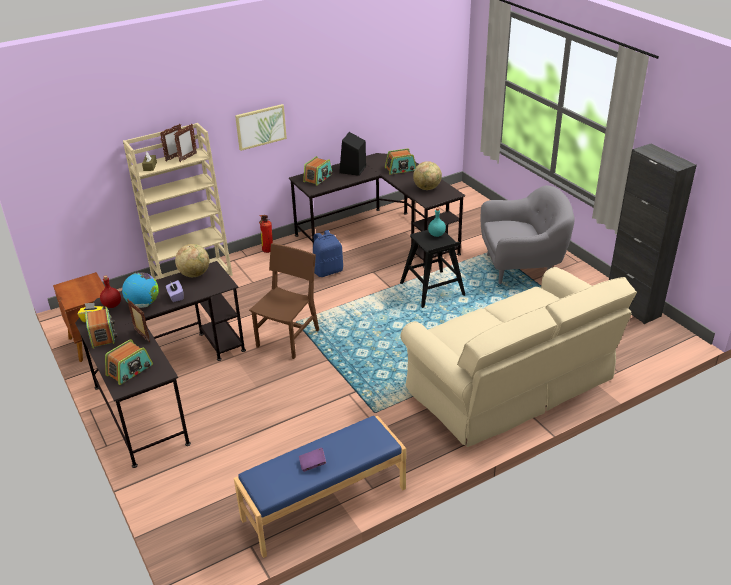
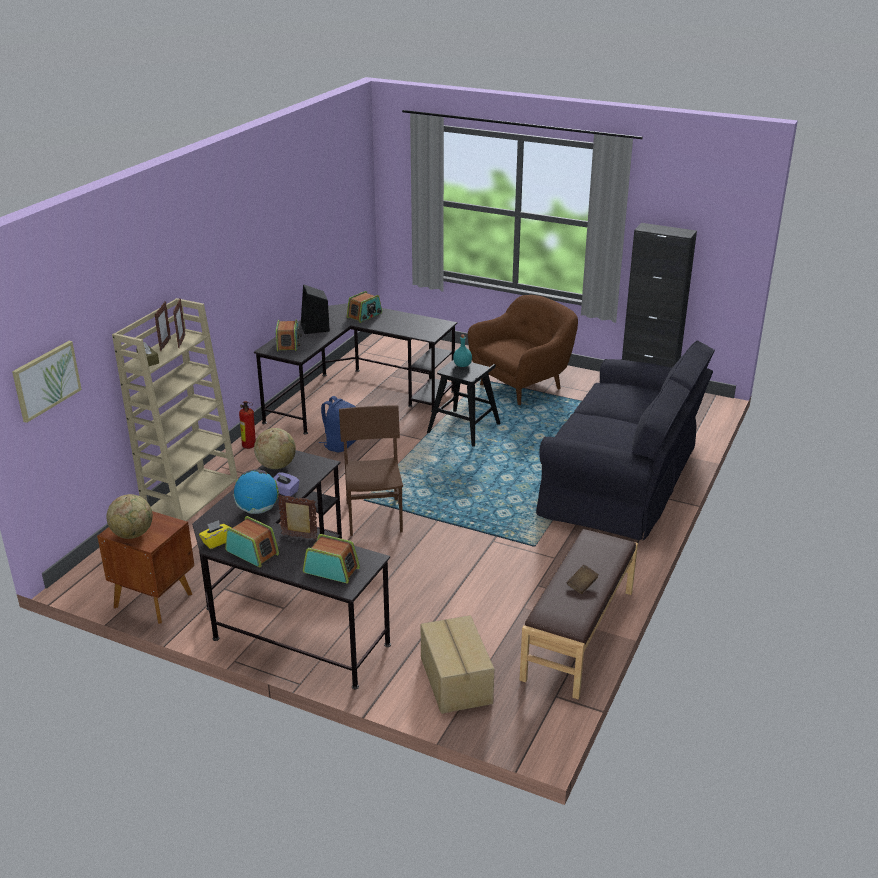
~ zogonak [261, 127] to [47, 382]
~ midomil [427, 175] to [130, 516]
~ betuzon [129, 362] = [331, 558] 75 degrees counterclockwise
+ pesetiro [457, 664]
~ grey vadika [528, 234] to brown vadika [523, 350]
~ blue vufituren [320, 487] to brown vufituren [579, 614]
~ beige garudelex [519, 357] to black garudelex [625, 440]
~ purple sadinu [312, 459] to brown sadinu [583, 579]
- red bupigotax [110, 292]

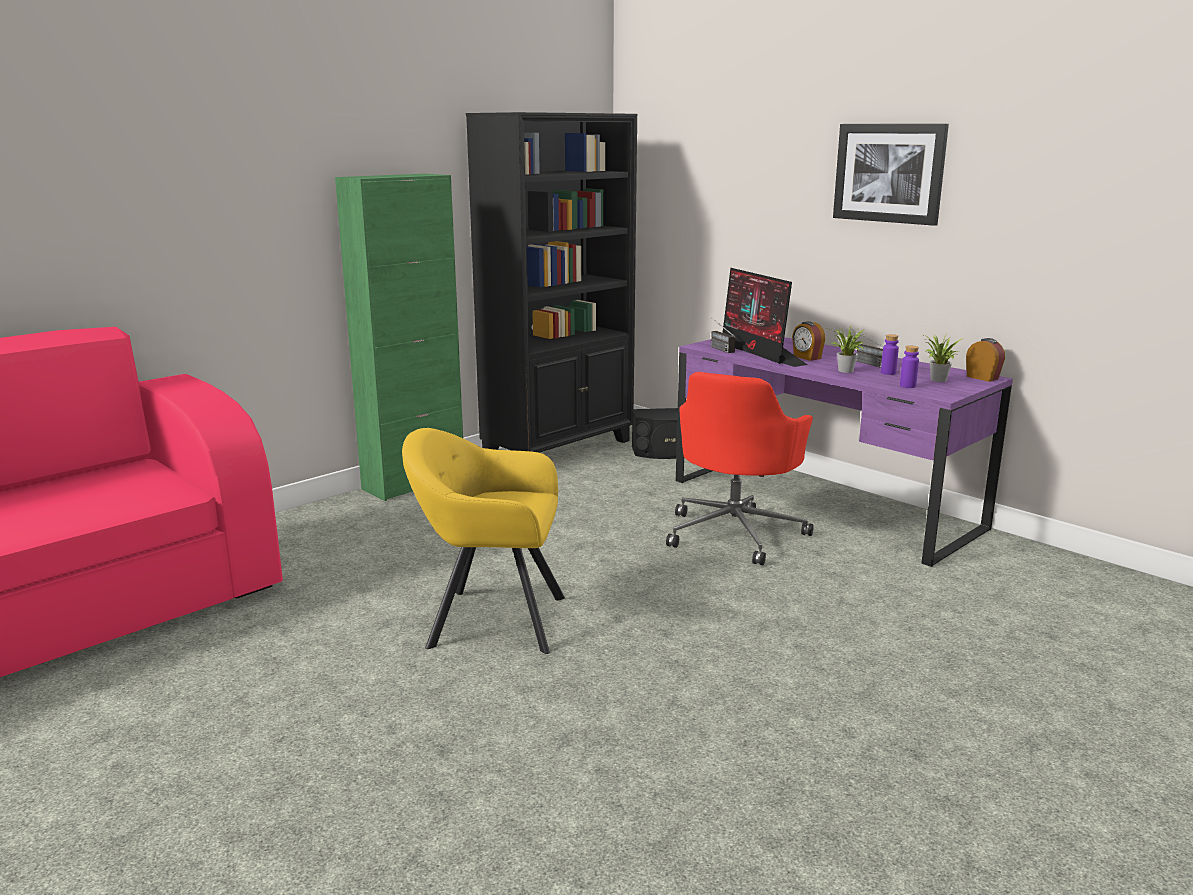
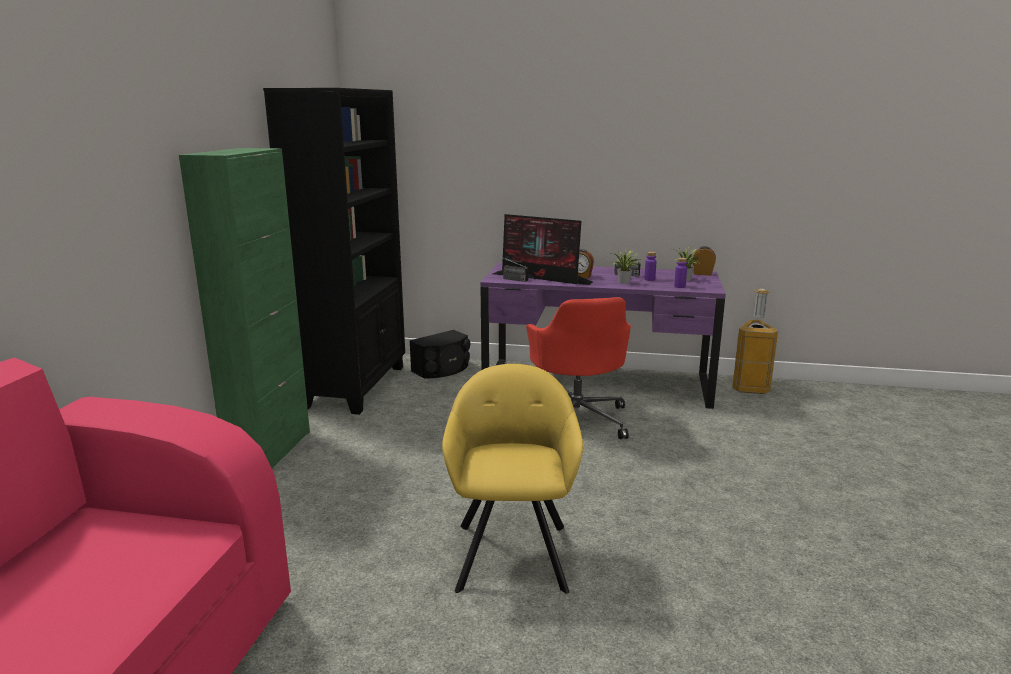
~ yellow vadika [483, 541] = [512, 479] 120 degrees clockwise
+ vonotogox [755, 341]
- zogonak [891, 175]

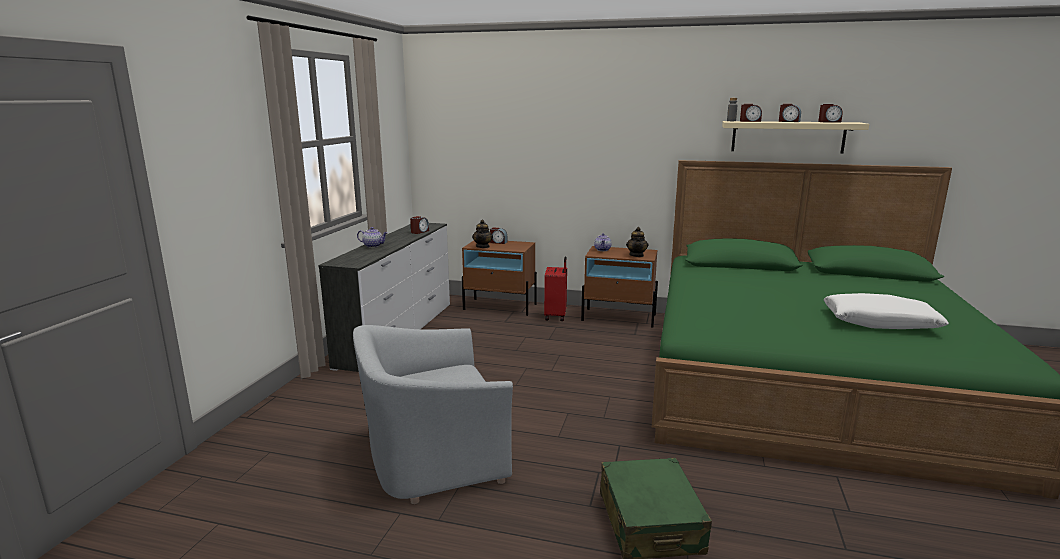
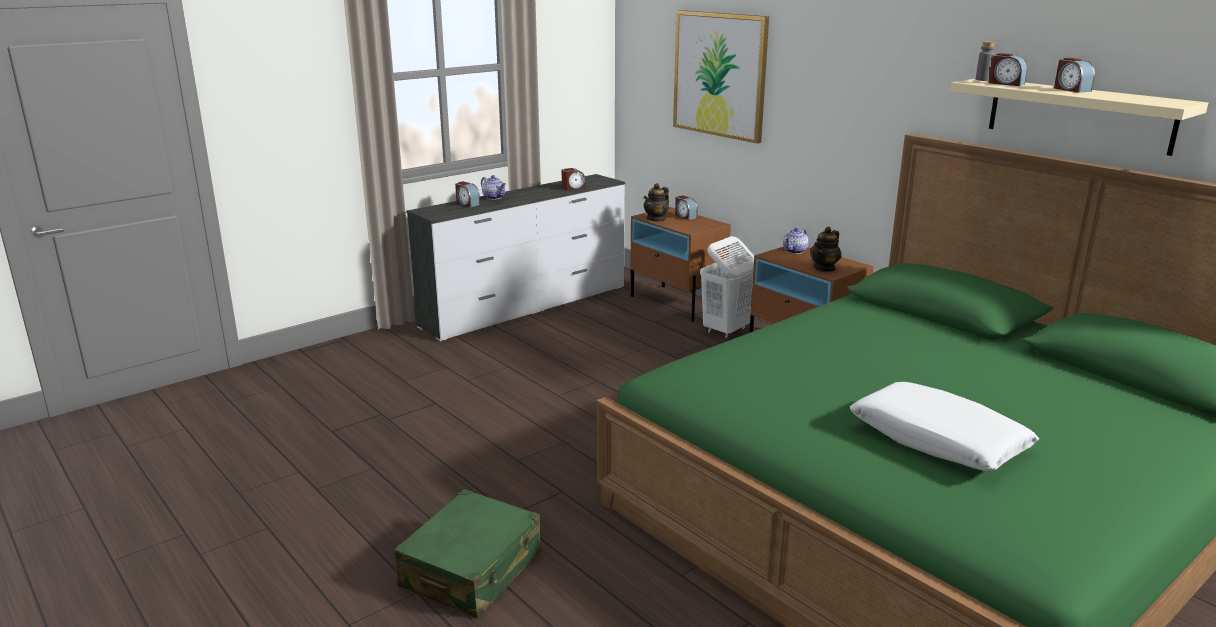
~ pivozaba [830, 113] to [467, 194]
+ zogonak [721, 77]
~ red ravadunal [555, 289] to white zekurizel [727, 287]
- grey vadika [433, 414]

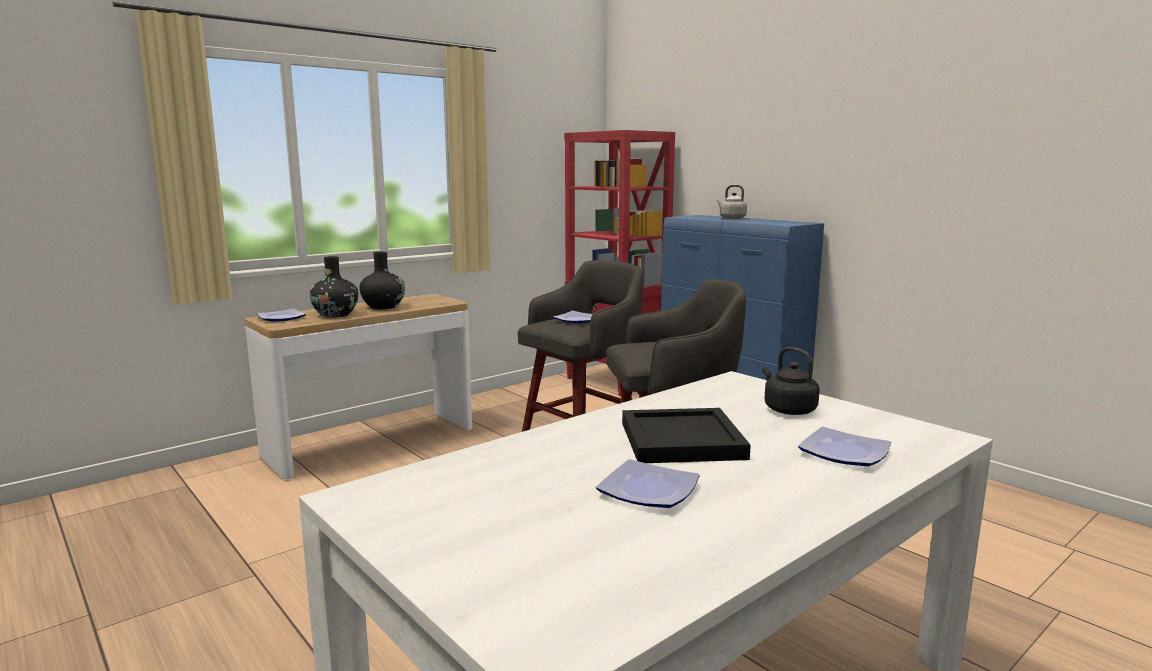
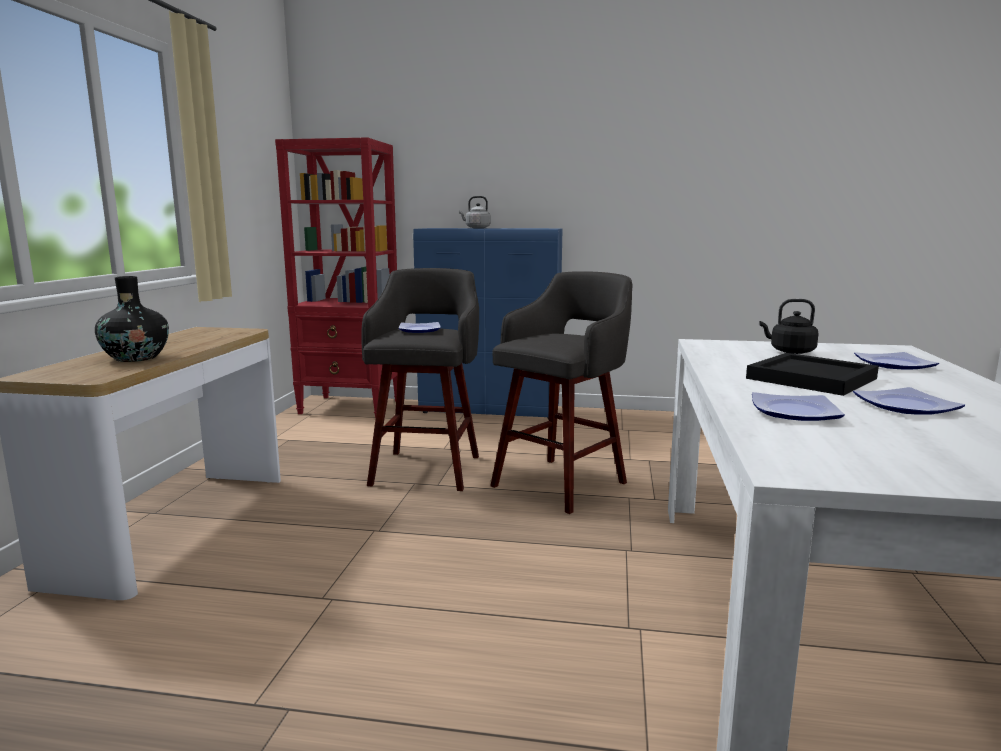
~ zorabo [281, 315] to [798, 406]
- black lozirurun [382, 281]

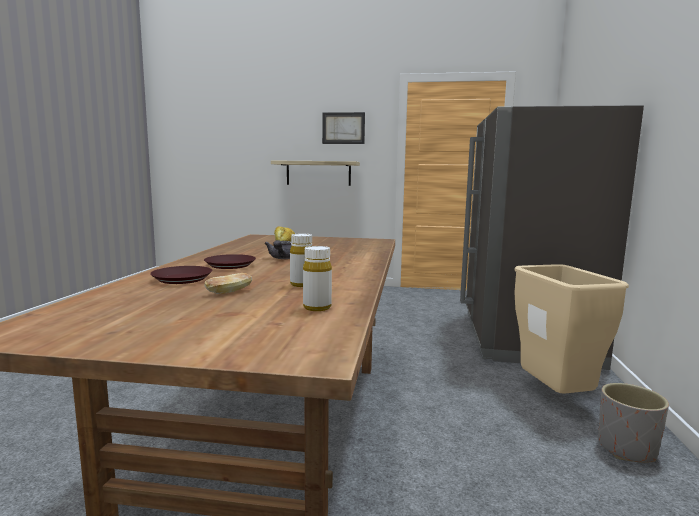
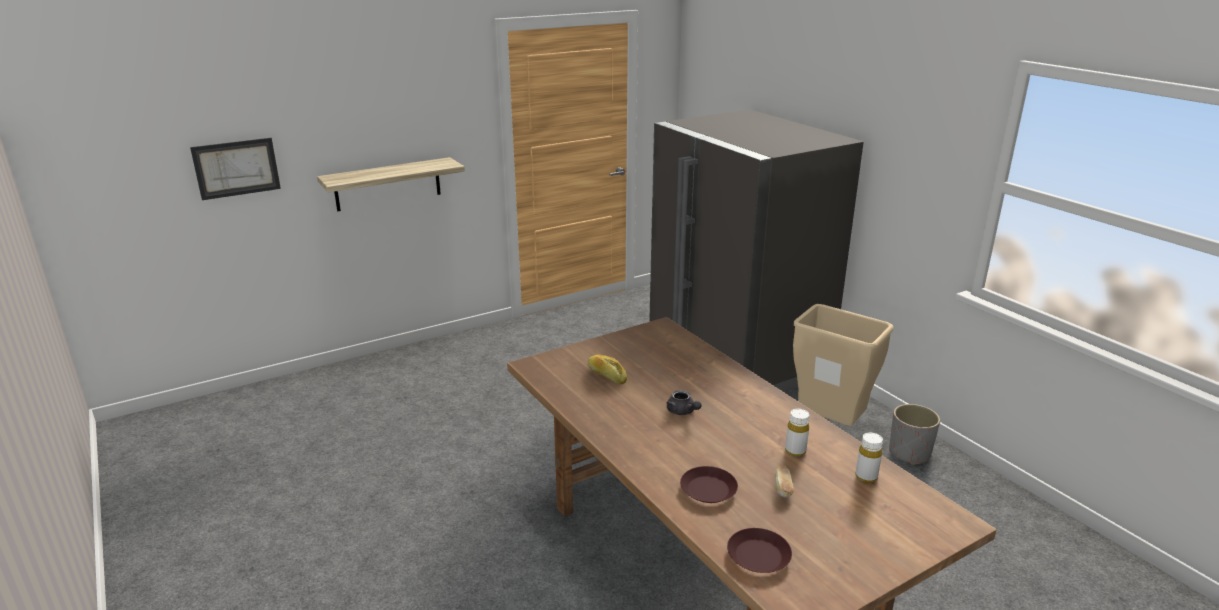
~ zogonak [343, 128] to [235, 169]
~ brown zorabo [230, 261] to [759, 550]

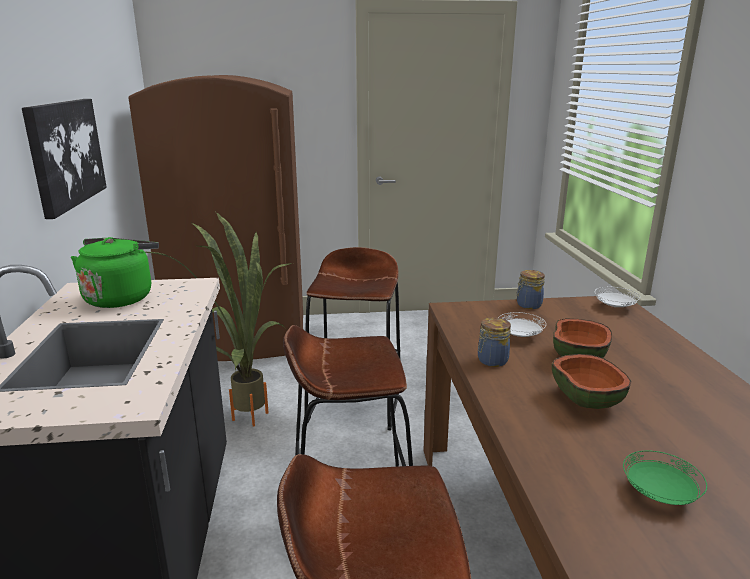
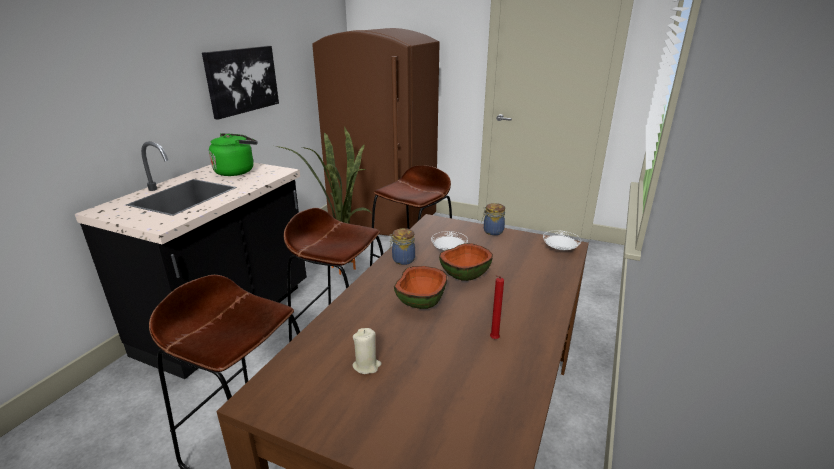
~ green zorabo [665, 478] to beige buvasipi [367, 351]
+ red buvasipi [497, 307]

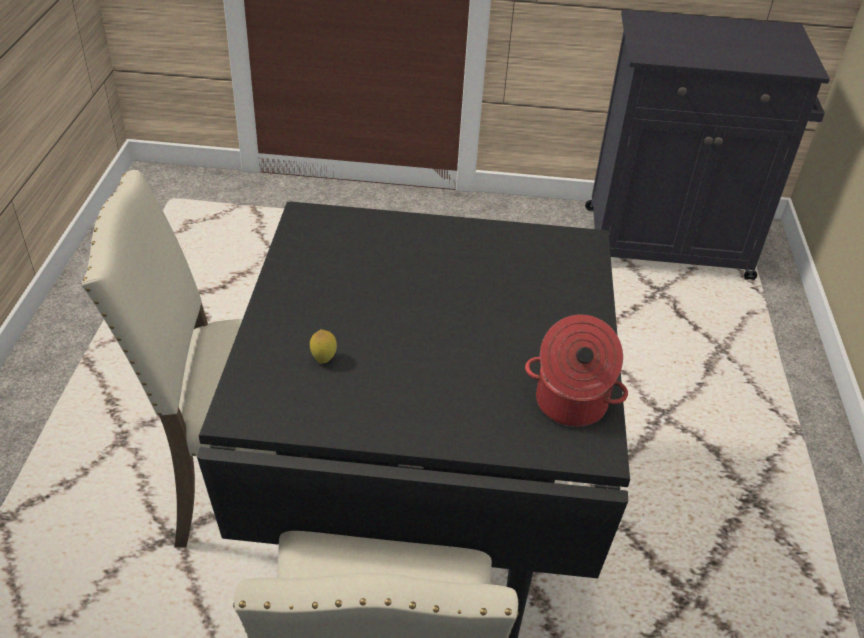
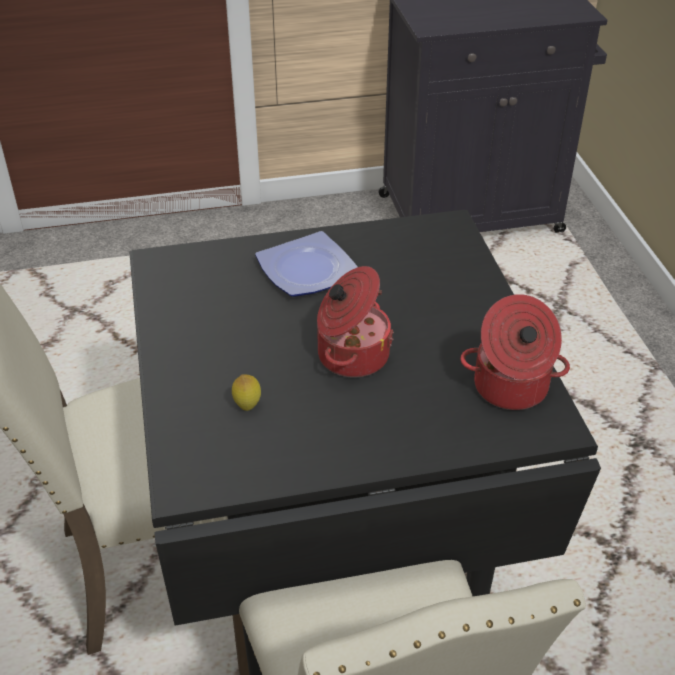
+ zorabo [306, 264]
+ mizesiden [355, 321]

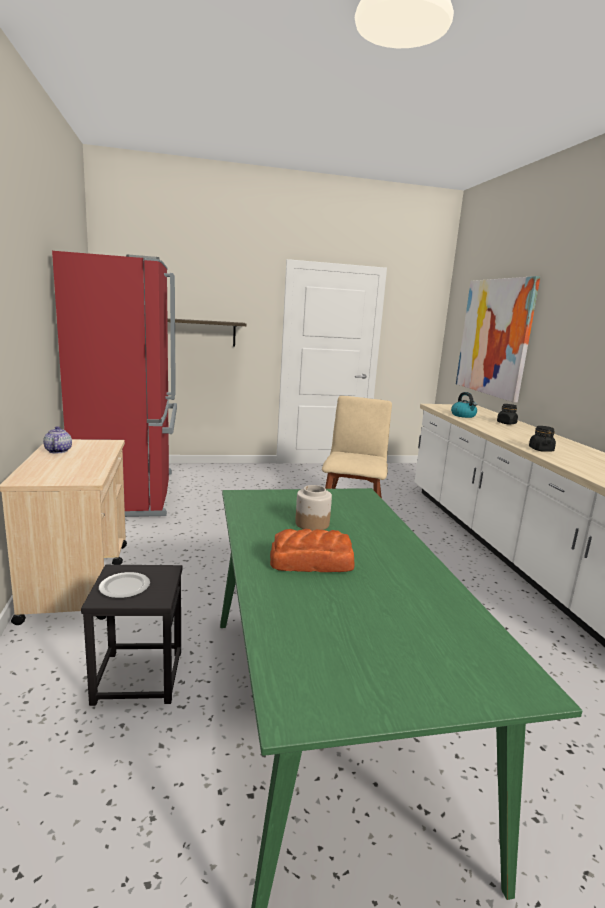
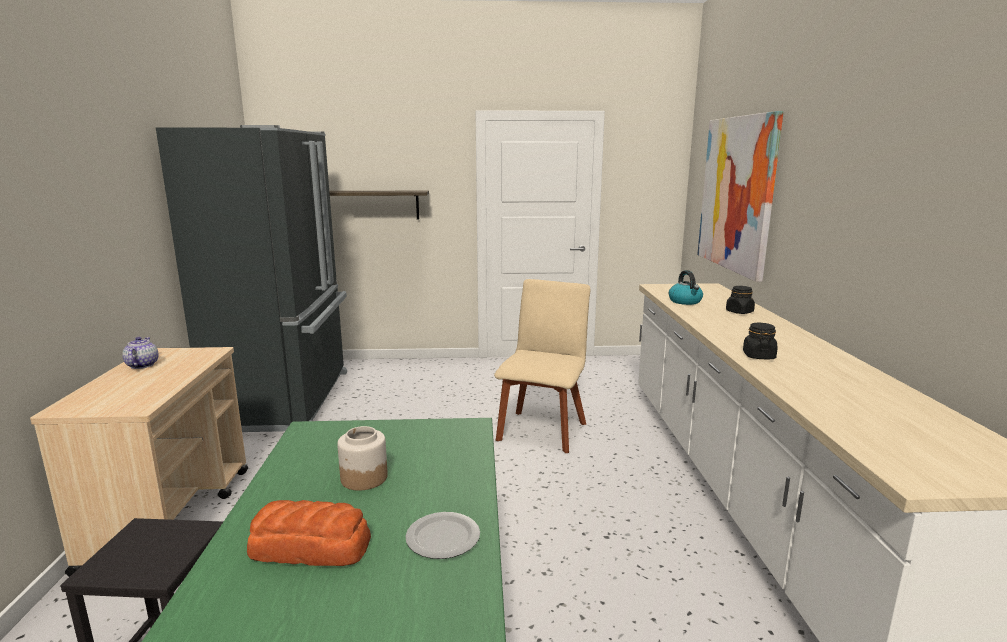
~ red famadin [114, 384] to black famadin [251, 278]
~ zorabo [124, 585] to [443, 535]

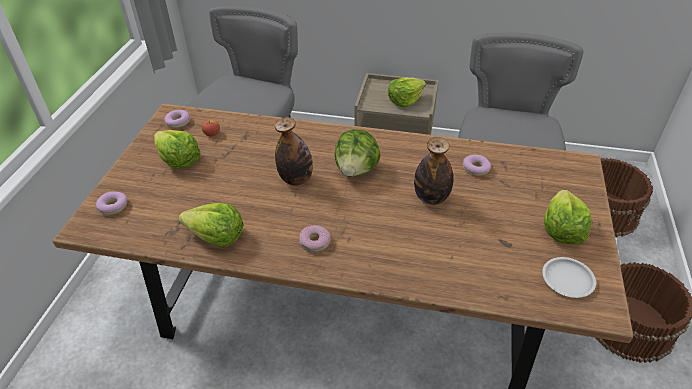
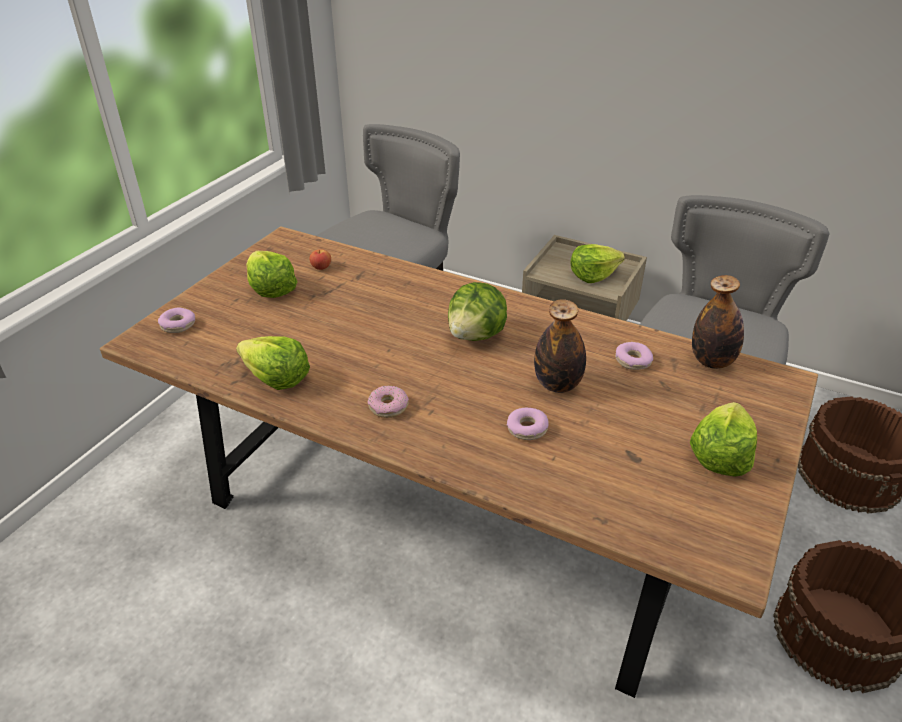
~ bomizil [177, 119] to [528, 424]
~ bupigotax [294, 151] to [718, 322]
- white zorabo [569, 277]

